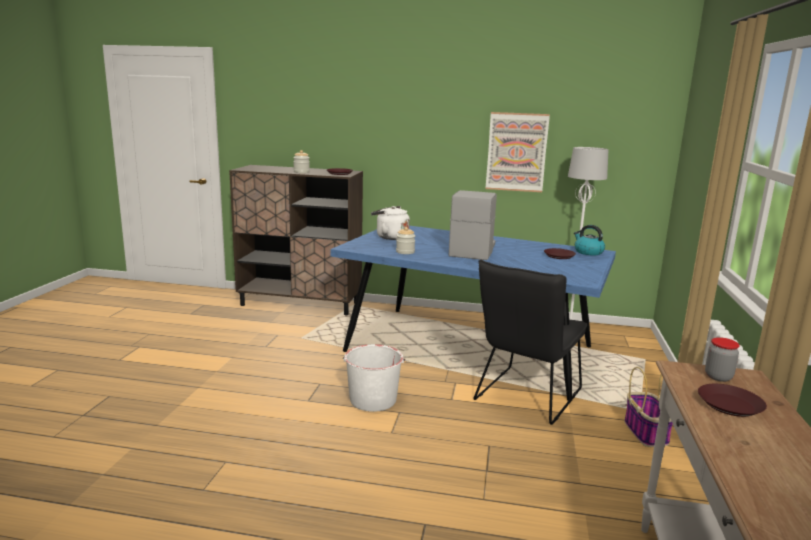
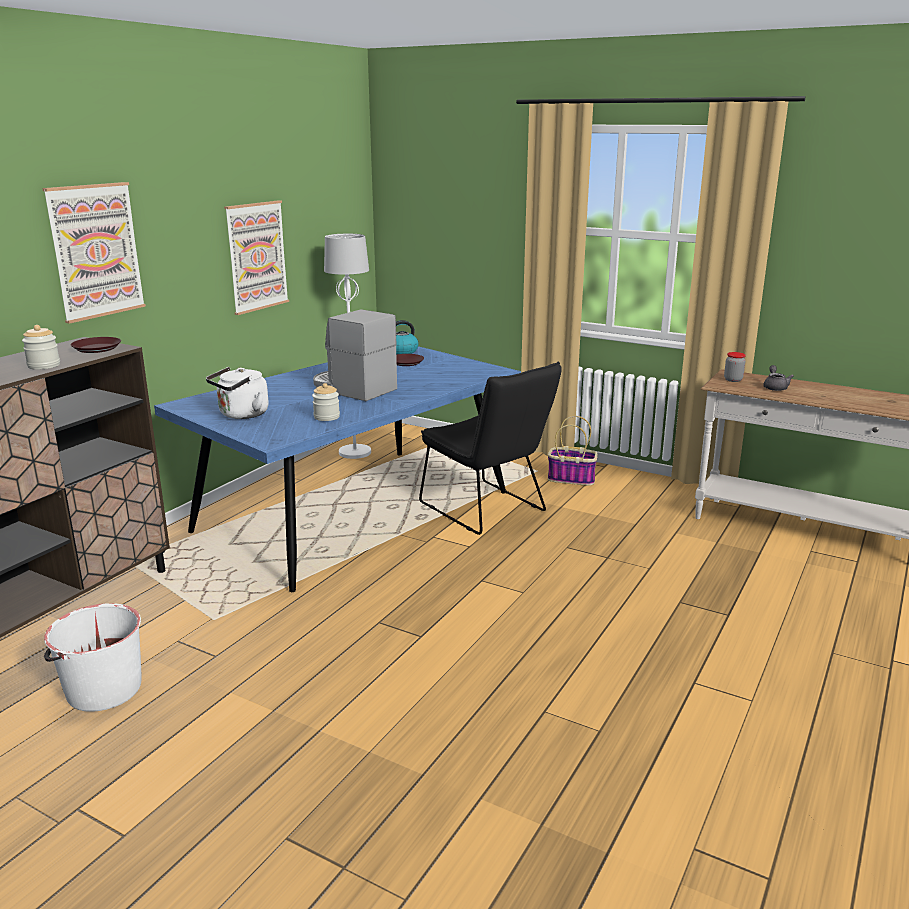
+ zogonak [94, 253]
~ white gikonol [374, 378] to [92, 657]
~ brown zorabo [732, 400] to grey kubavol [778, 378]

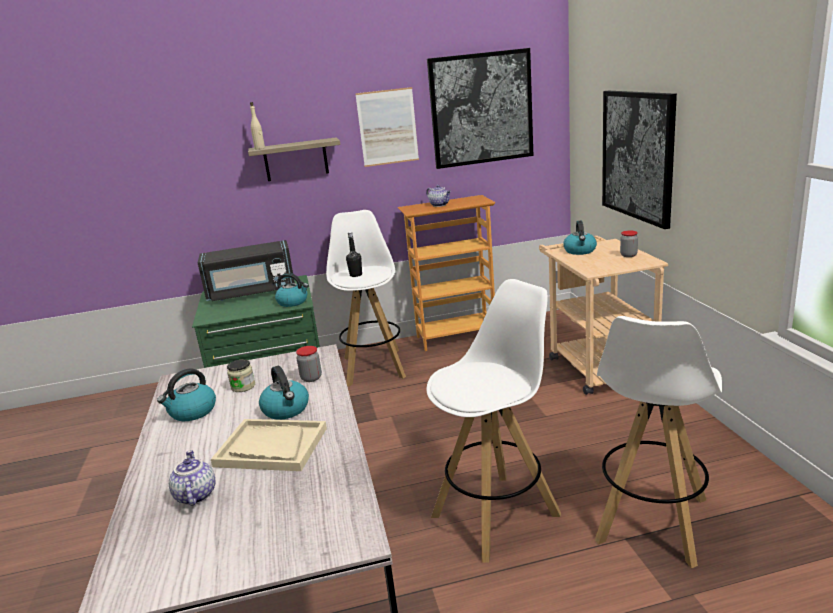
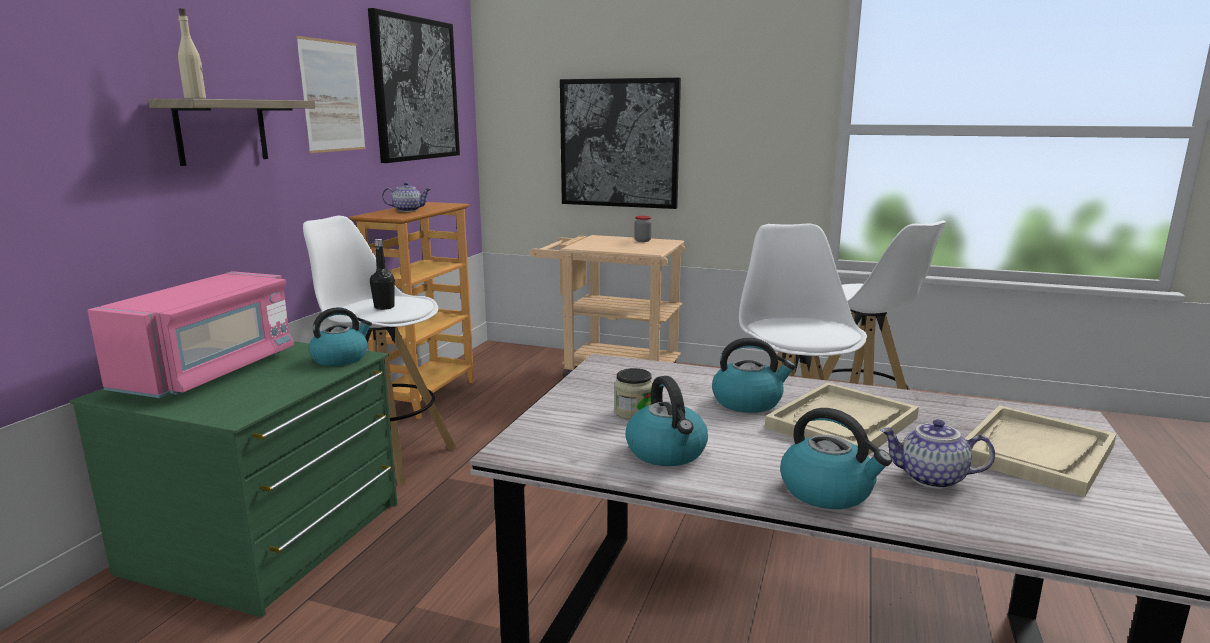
~ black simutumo [246, 270] to pink simutumo [190, 334]
~ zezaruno [580, 238] to [836, 458]
+ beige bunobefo [1040, 451]
- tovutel [309, 364]

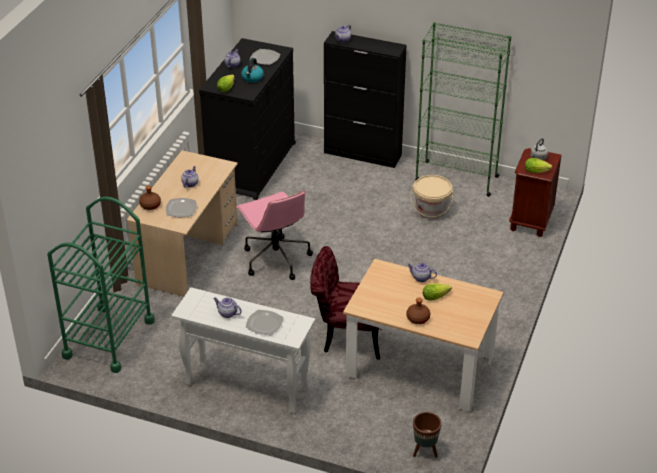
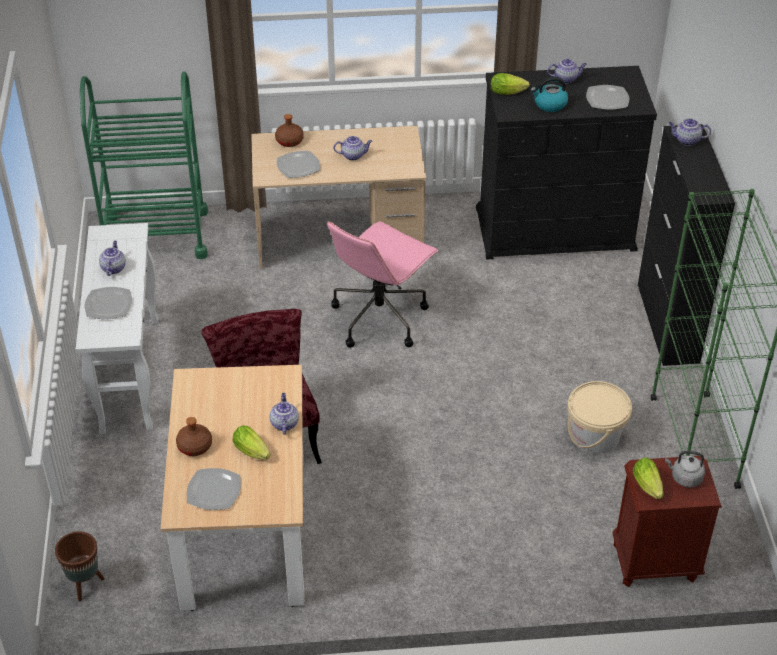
+ zorabo [214, 489]

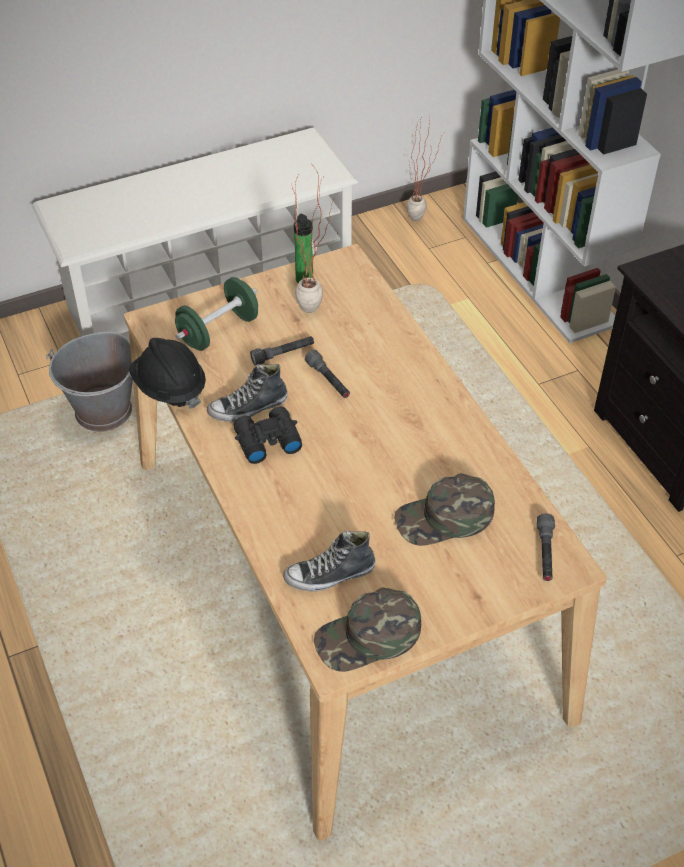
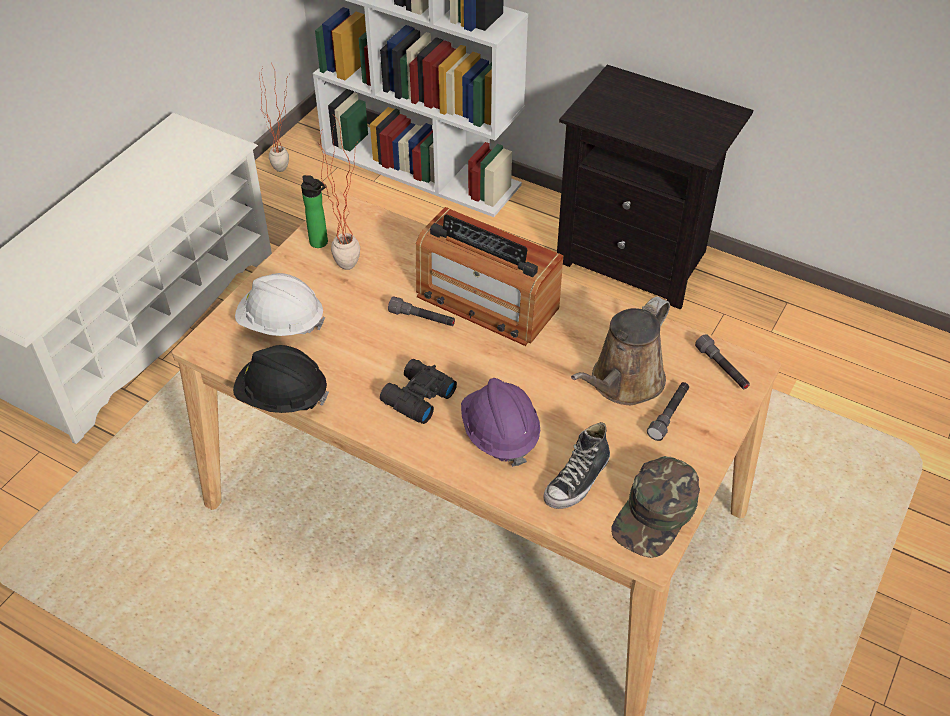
~ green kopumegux [216, 314] to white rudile [280, 304]
+ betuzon [489, 276]
+ purple rudile [500, 422]
~ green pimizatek [444, 509] to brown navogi [620, 350]
~ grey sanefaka [282, 351] to [668, 411]
- grey gikonol [89, 382]
- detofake [247, 393]

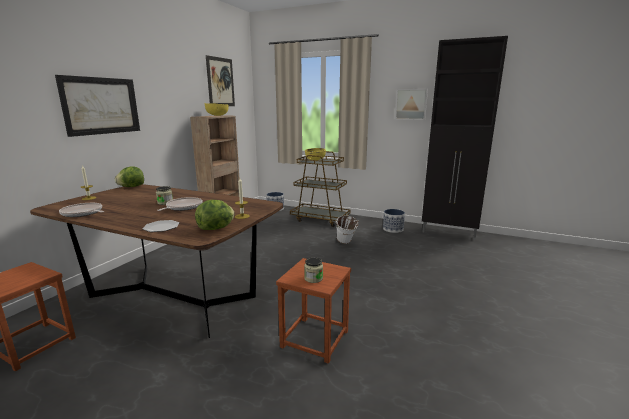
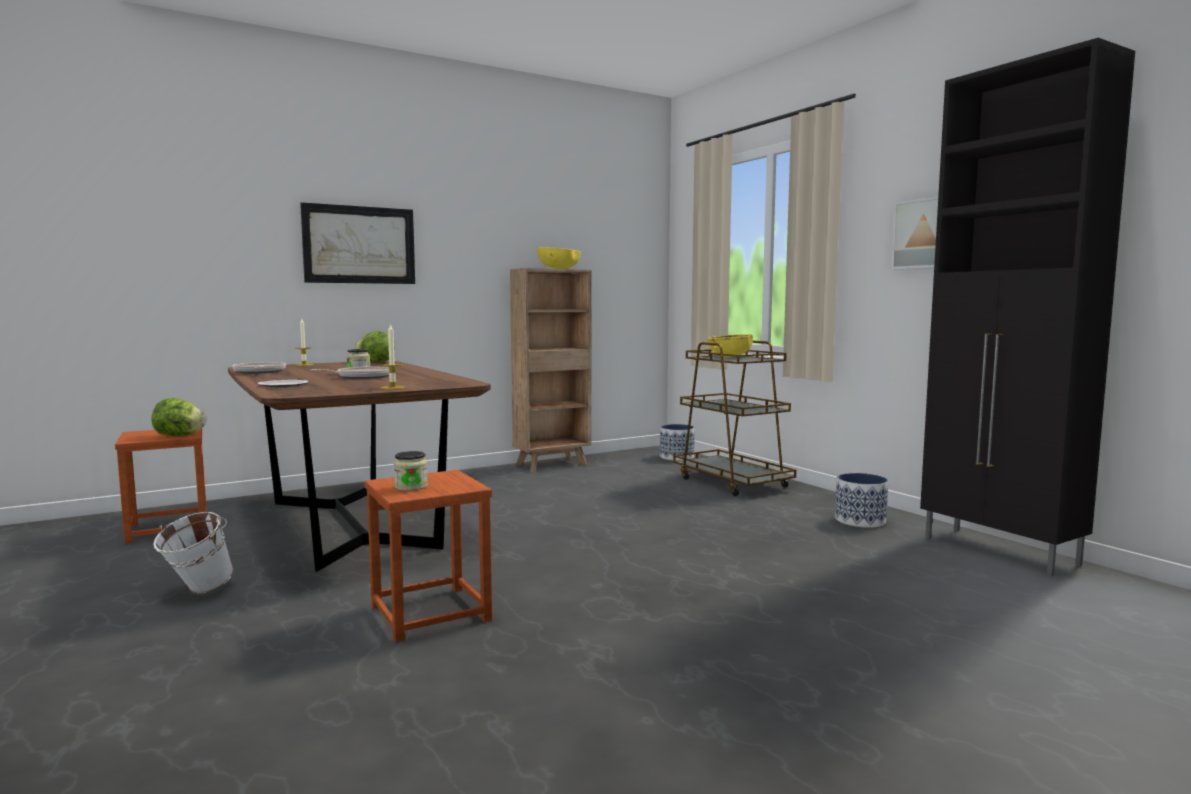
~ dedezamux [215, 215] to [179, 417]
~ white gikonol [347, 229] to [193, 553]
- zogonak [220, 80]

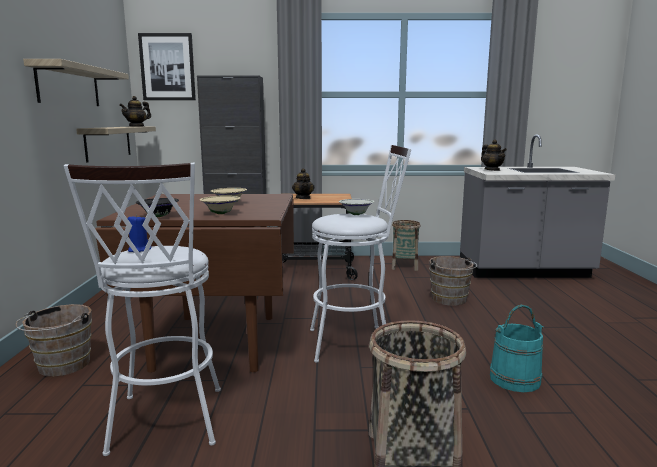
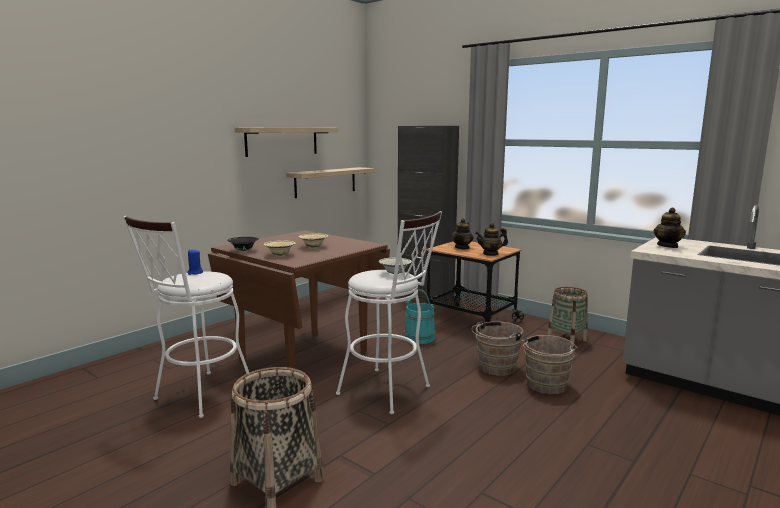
~ turquoise gikonol [517, 348] to [419, 316]
~ brown gikonol [54, 340] to [497, 348]
~ kubavol [135, 111] to [491, 239]
- zogonak [167, 66]

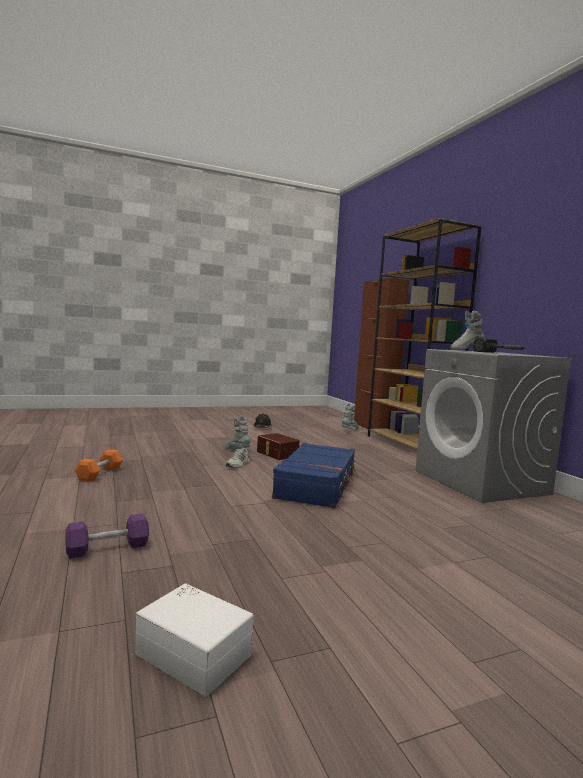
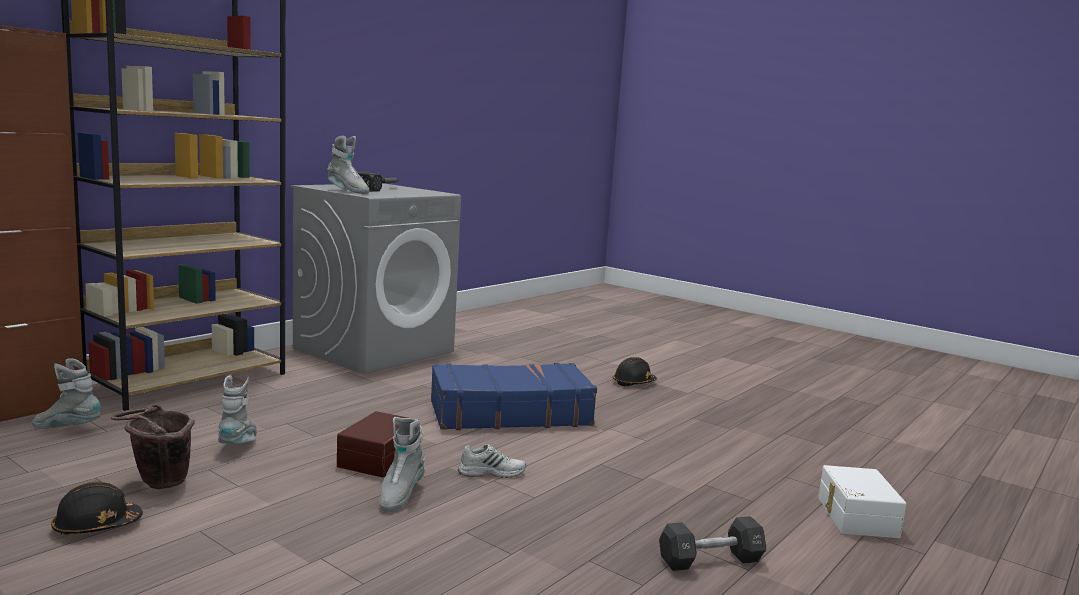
+ brown gikonol [153, 446]
+ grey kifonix [237, 409]
+ black rudile [635, 371]
~ orange kopumegux [99, 465] to black kopumegux [712, 543]
~ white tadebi [194, 640] to [862, 501]
- purple kopumegux [107, 536]

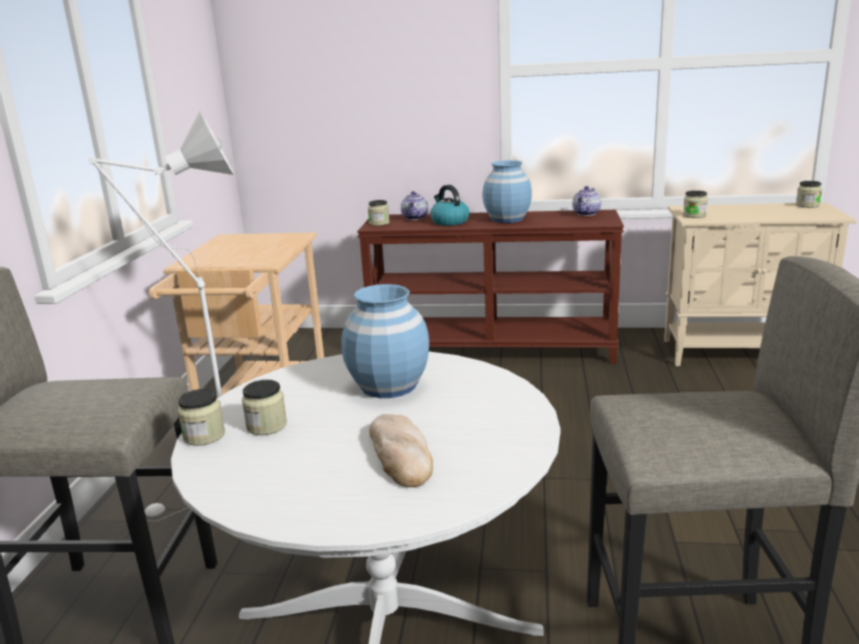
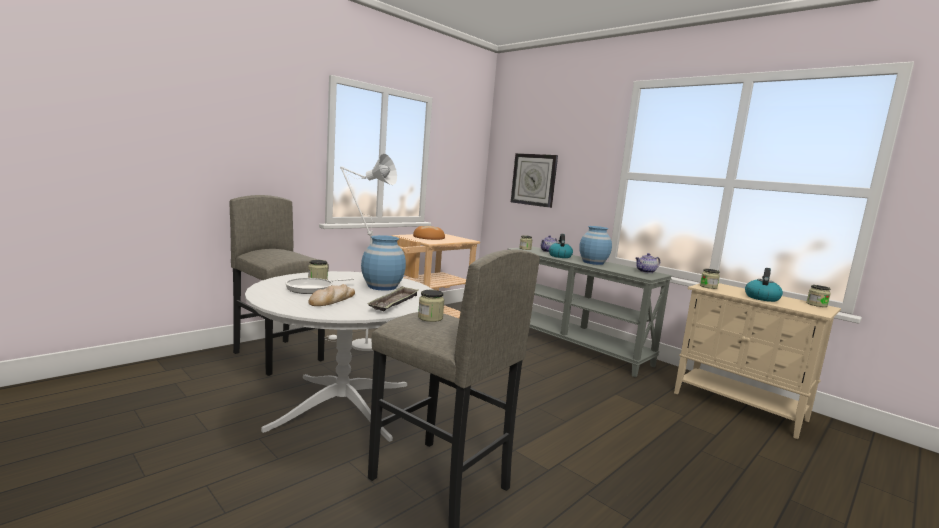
+ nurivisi [320, 286]
+ bunobefo [393, 298]
+ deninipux [429, 233]
~ tovutel [201, 417] to [431, 306]
~ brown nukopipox [490, 287] to grey nukopipox [590, 311]
+ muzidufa [534, 180]
+ zezaruno [764, 285]

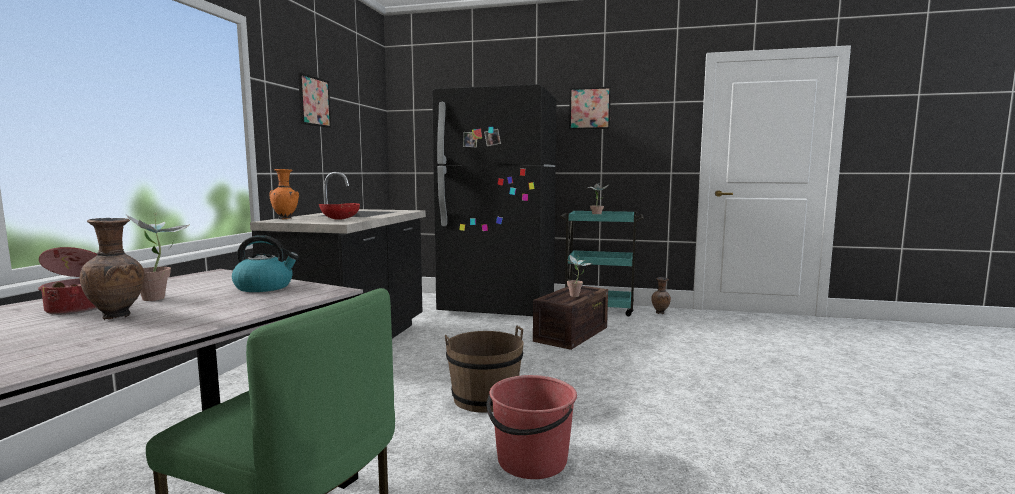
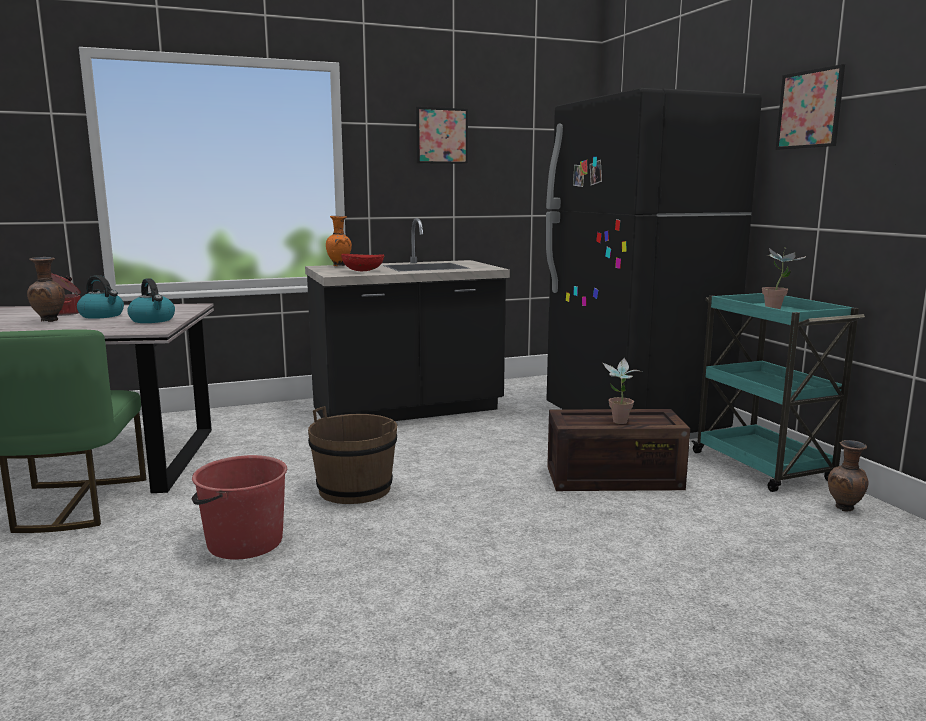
~ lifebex [158, 257] to zezaruno [100, 297]

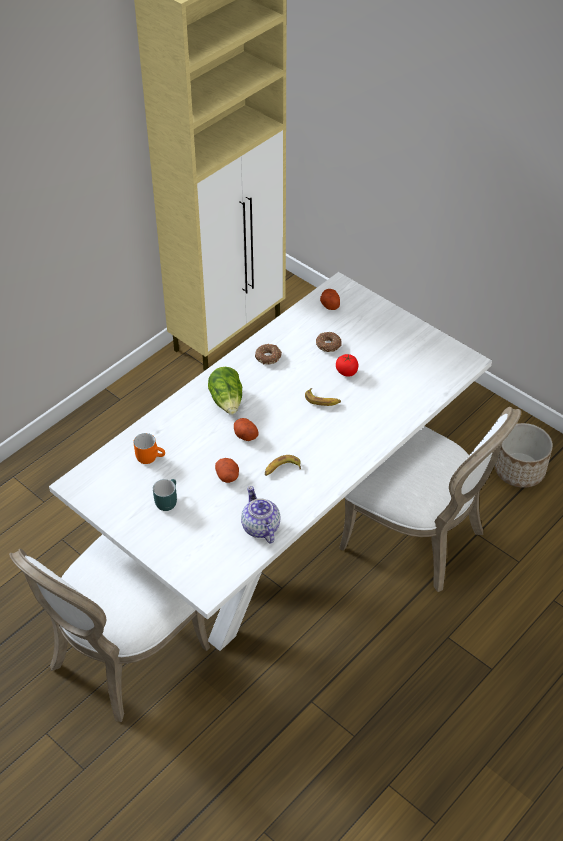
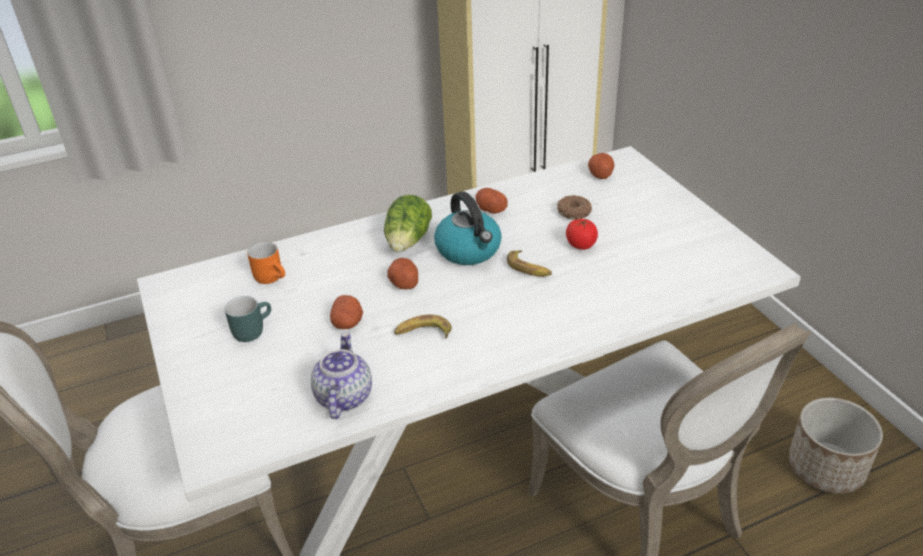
+ zezaruno [468, 228]
~ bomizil [268, 354] to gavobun [492, 201]

